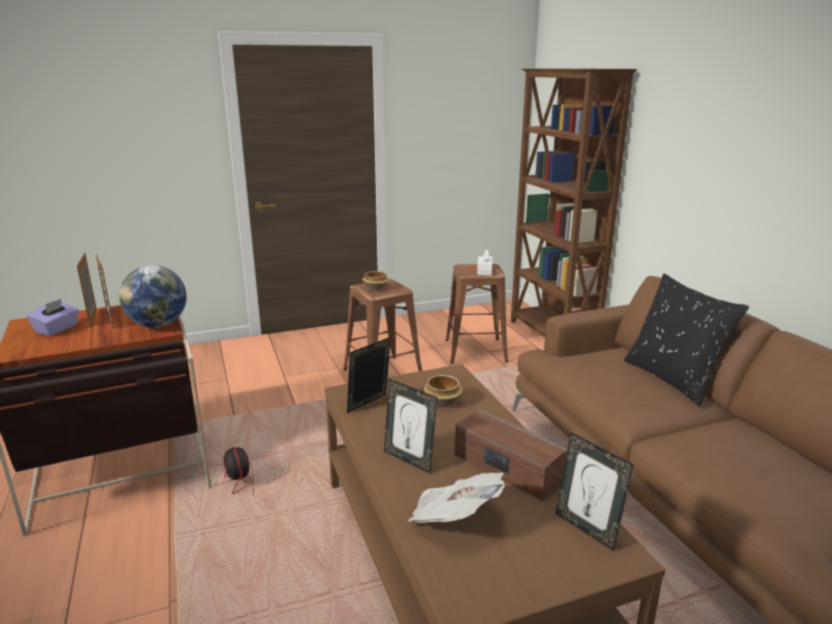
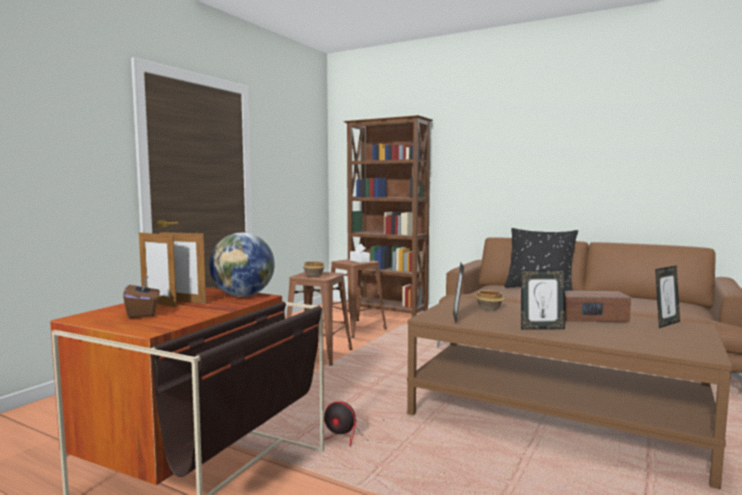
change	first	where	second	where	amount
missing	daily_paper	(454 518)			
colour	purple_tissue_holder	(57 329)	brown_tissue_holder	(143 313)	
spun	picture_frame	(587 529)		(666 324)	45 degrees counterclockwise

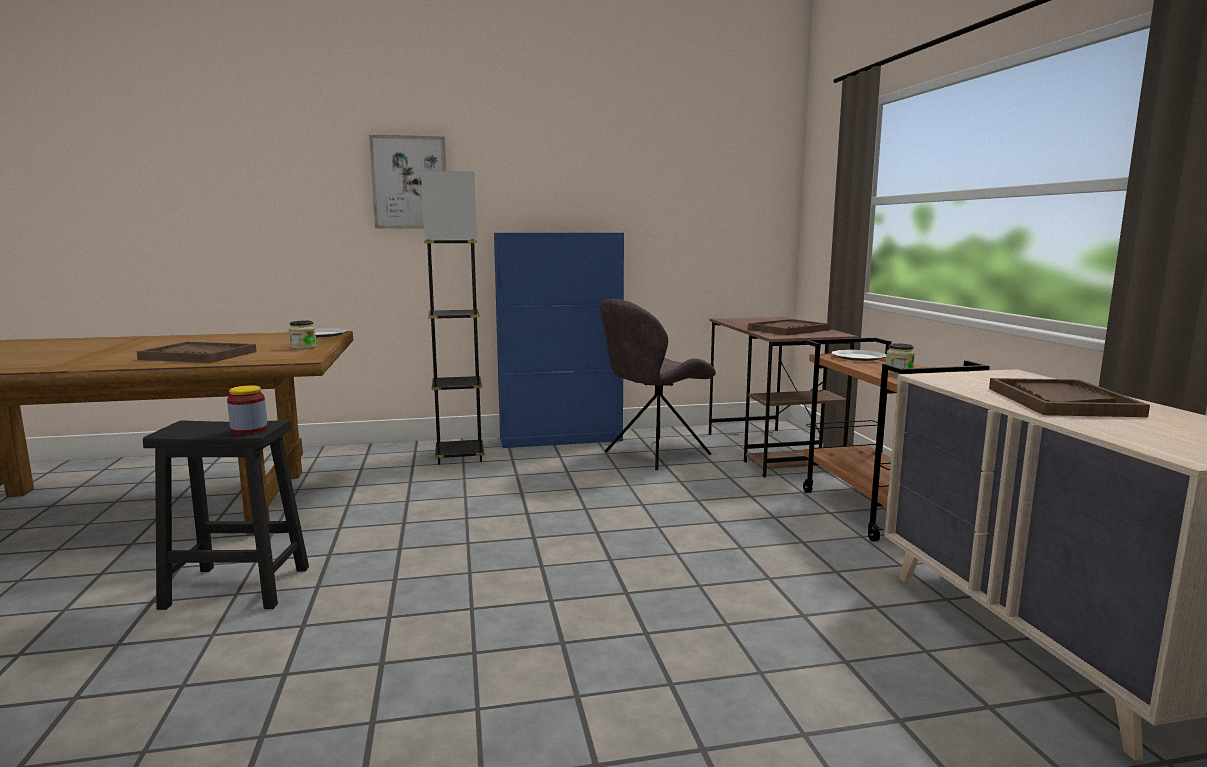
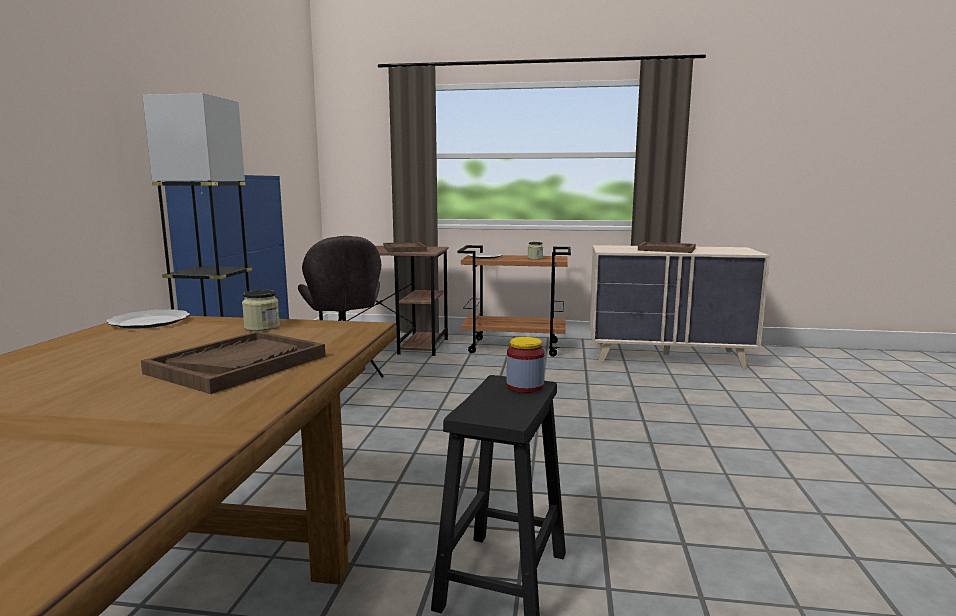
change	first	where	second	where	amount
missing	wall_art	(410 182)			

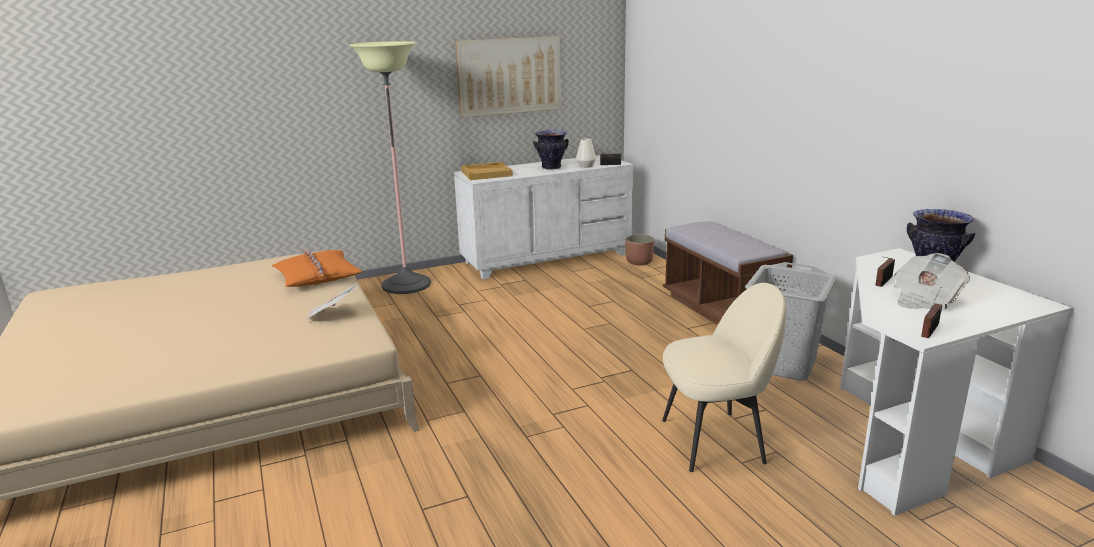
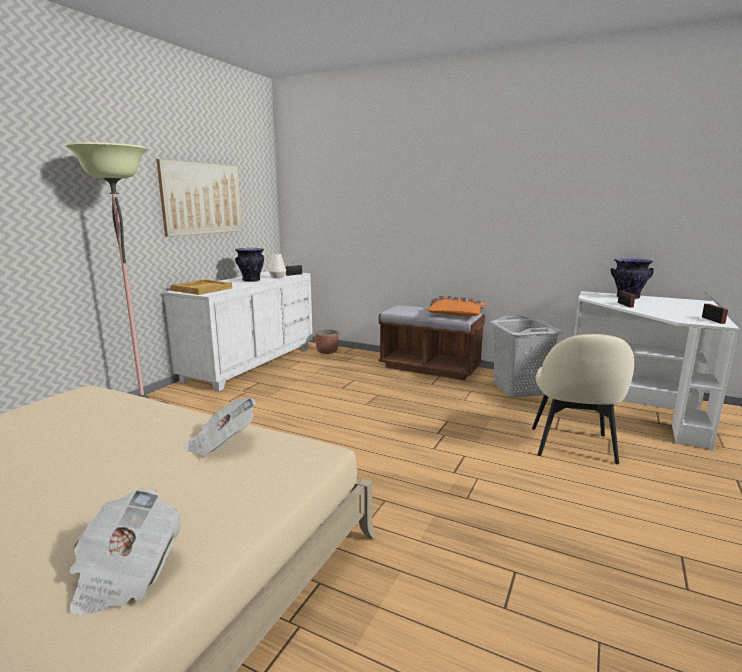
change	first	where	second	where	amount
relocated	orange_pillow	(317 277)		(456 314)	
relocated	daily_paper	(924 299)		(125 573)	
spun	beige_plain_chair	(715 440)		(572 446)	150 degrees clockwise

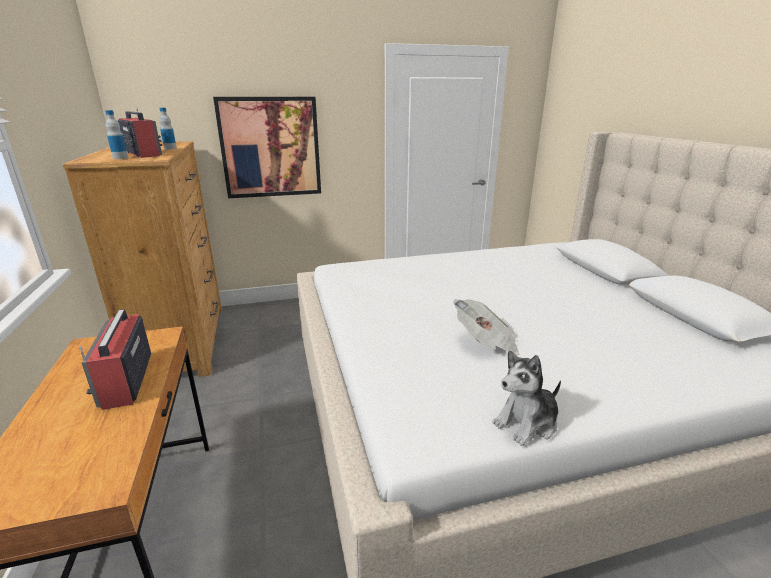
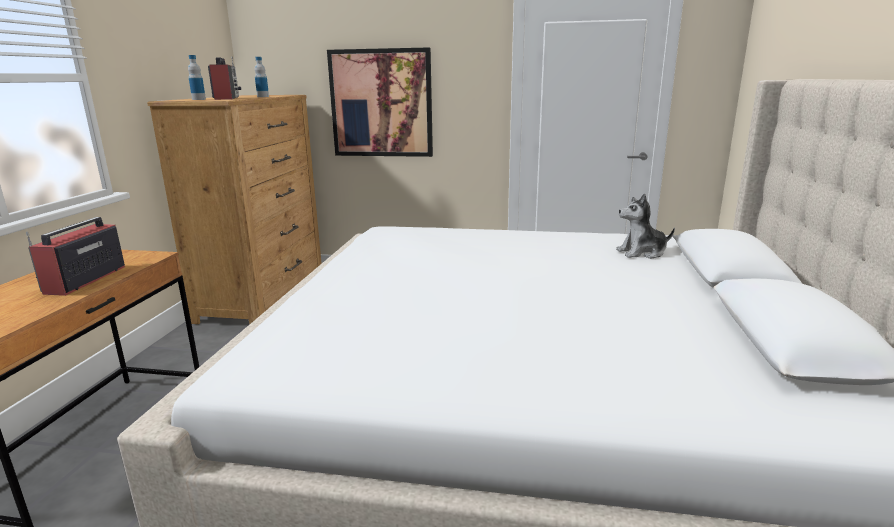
change	first	where	second	where	amount
missing	daily_paper	(485 342)			
relocated	plush_toy	(527 423)		(642 253)	

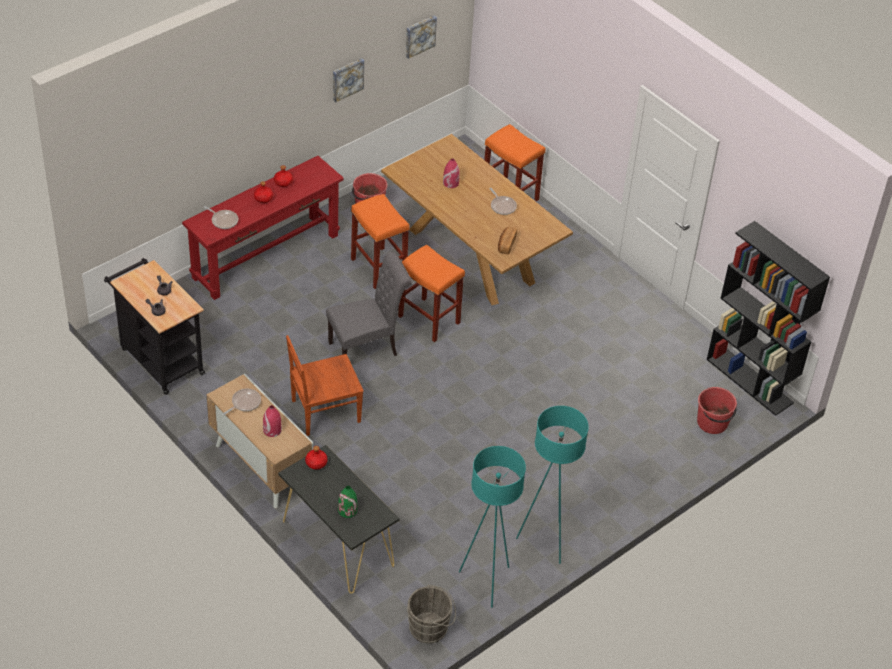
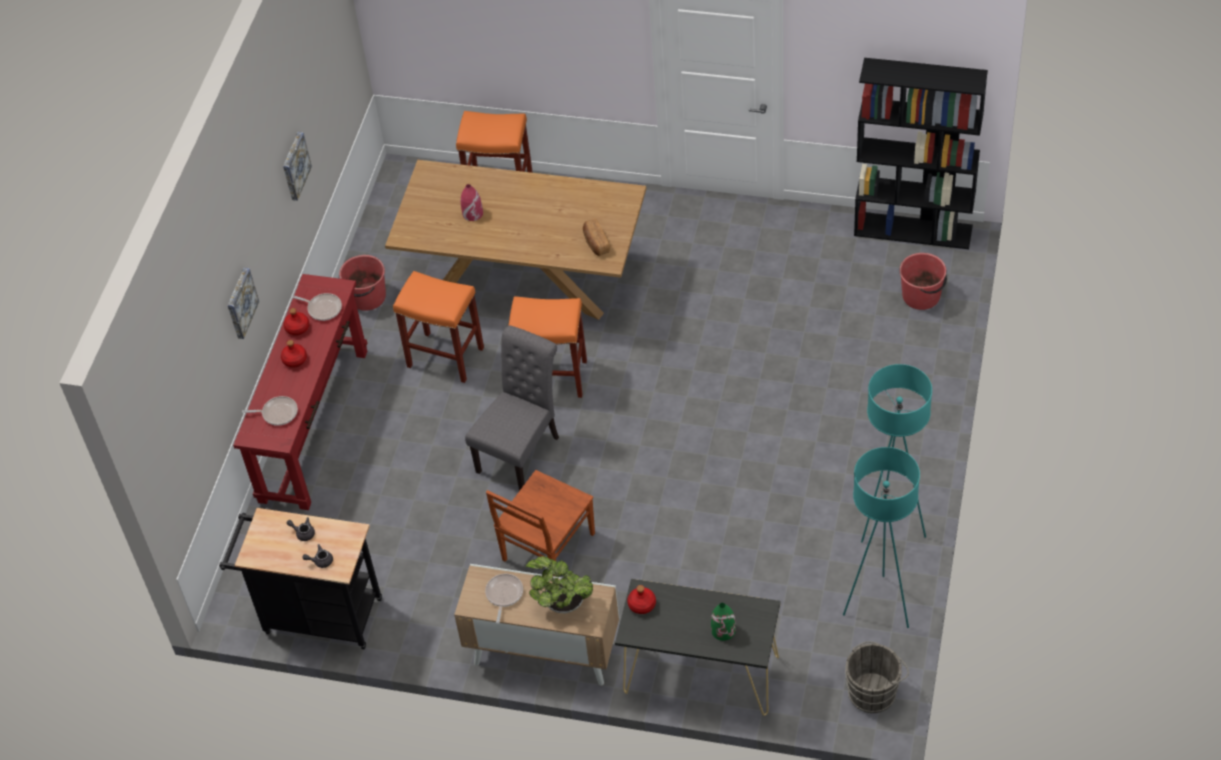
change	first	where	second	where	amount
relocated	wall_art	(419 36)		(240 303)	
relocated	skillet	(502 206)		(323 308)	
exchanged	reddish_vase	(272 430)	houseplant	(562 603)	

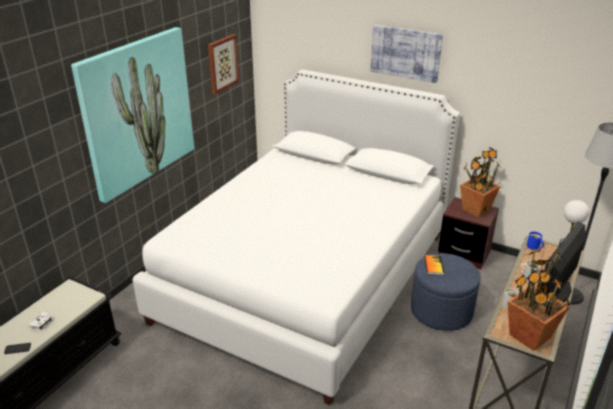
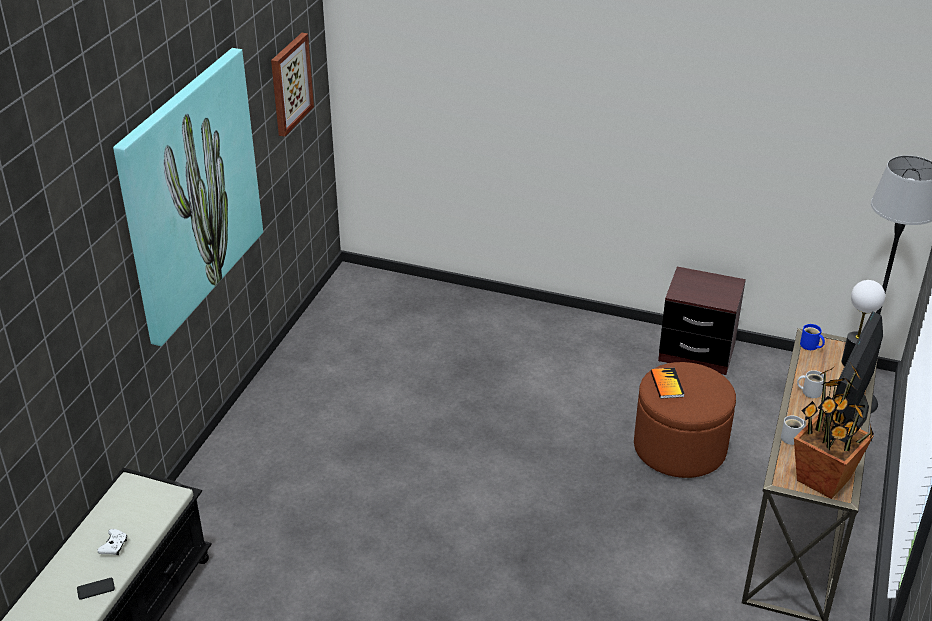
change	first	where	second	where	amount
missing	whitish_bedroom_bed	(306 276)			
missing	wall_art	(405 53)			
missing	houseplant	(475 210)			
colour	blue_ottoman	(441 311)	brown_ottoman	(679 448)	

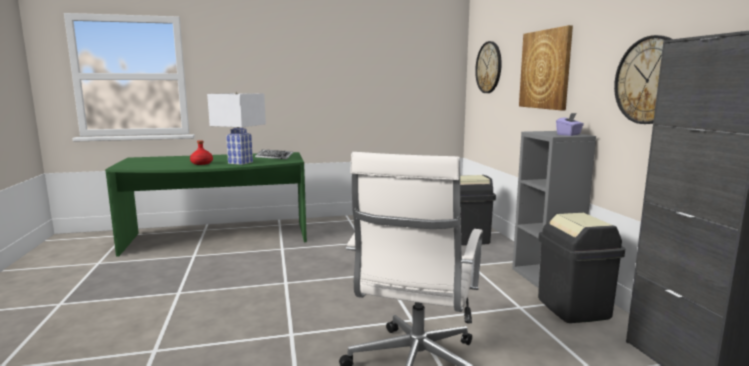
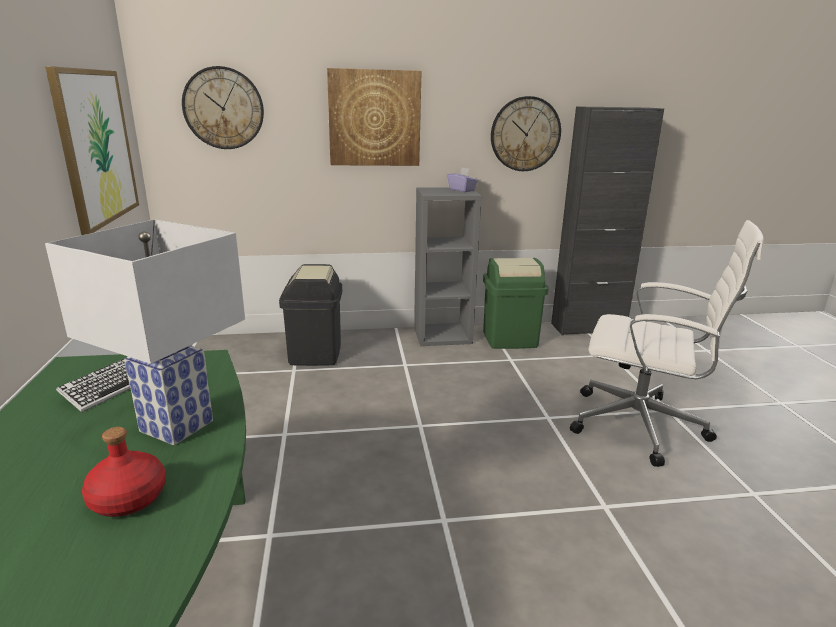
change	first	where	second	where	amount
appeared			wall_art	(96 147)	
colour	black_waste_bin	(574 308)	greenish_waste_bin	(510 339)	

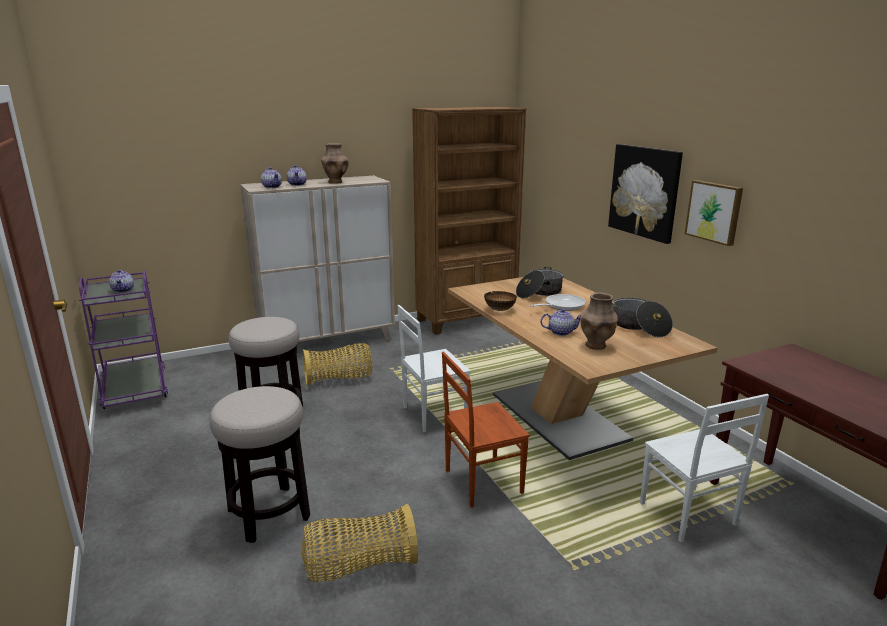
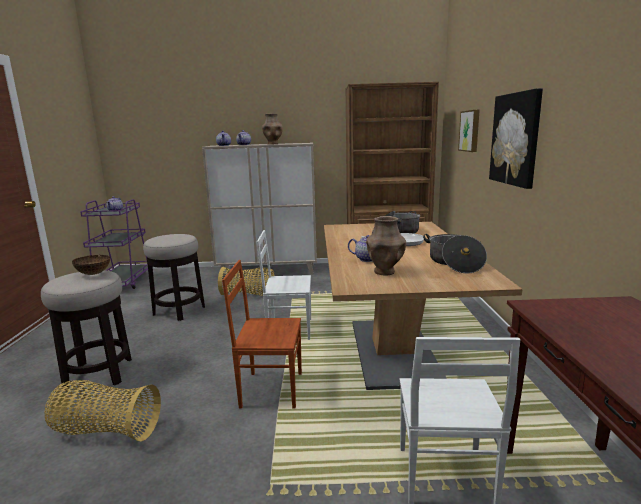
change	first	where	second	where	amount
relocated	deep_dish	(500 310)		(94 274)	
relocated	wall_art	(714 212)		(470 131)	

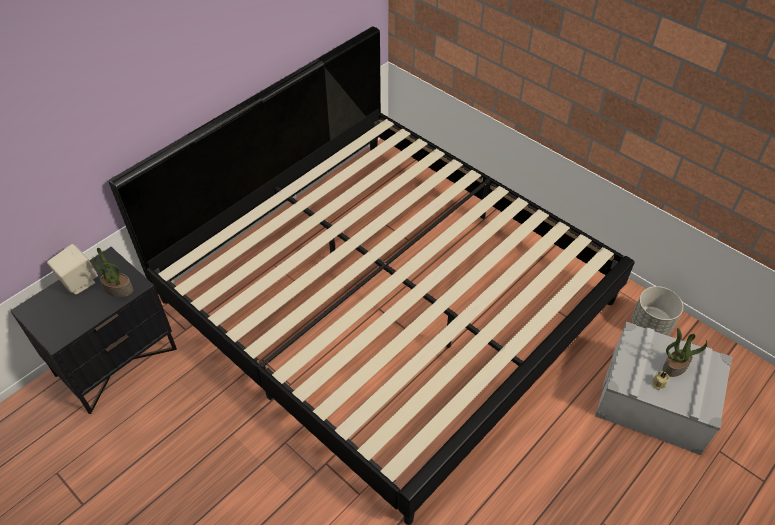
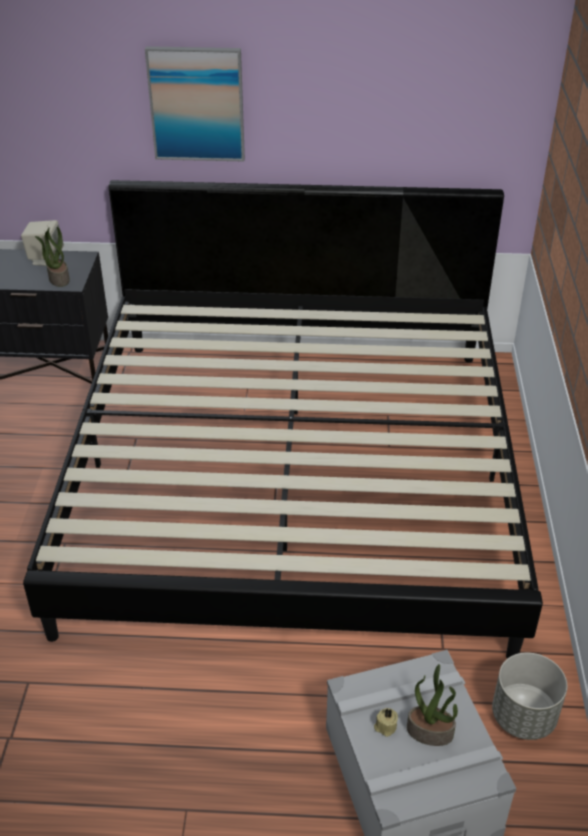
change	first	where	second	where	amount
appeared			wall_art	(197 104)	

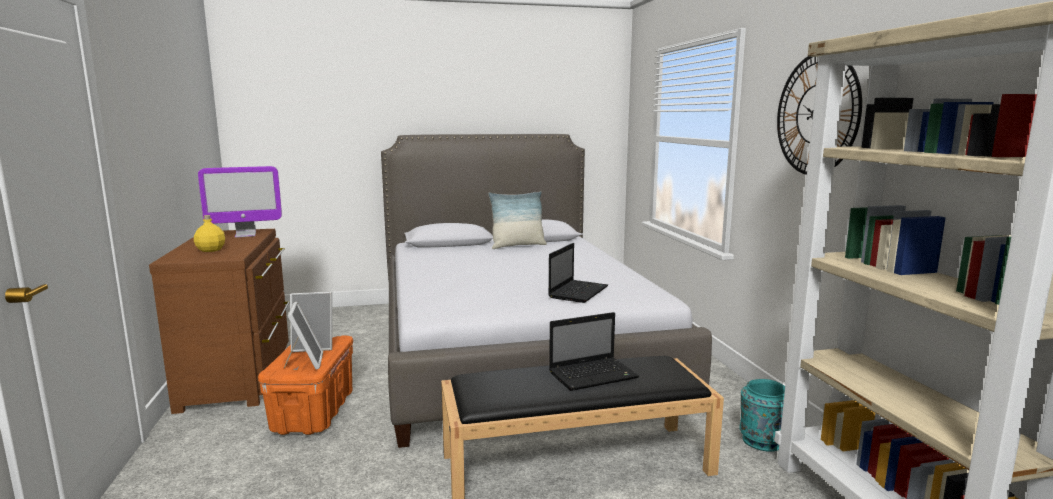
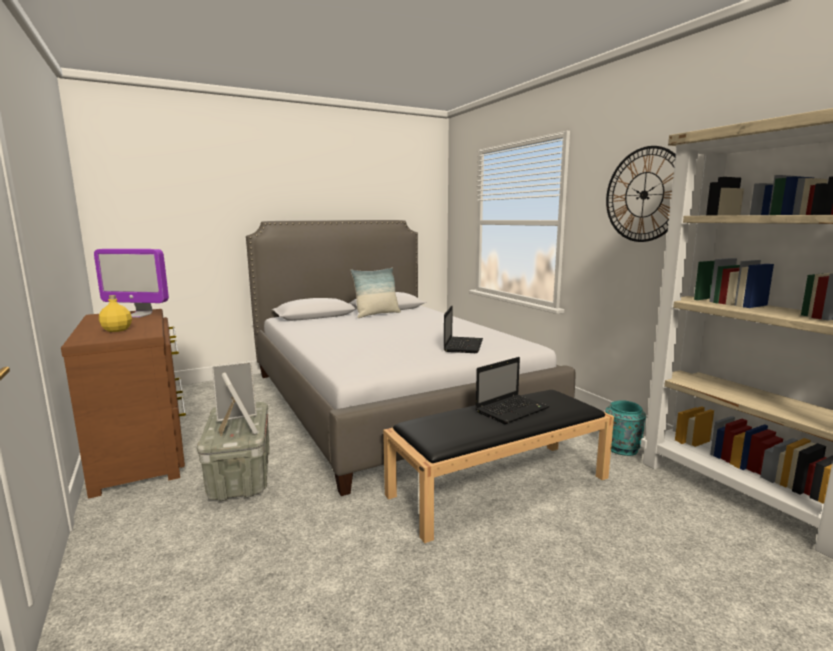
change	first	where	second	where	amount
colour	orange_storage_bin	(313 411)	gray_storage_bin	(240 476)	
spun	computer_display	(245 235)		(138 315)	45 degrees clockwise

